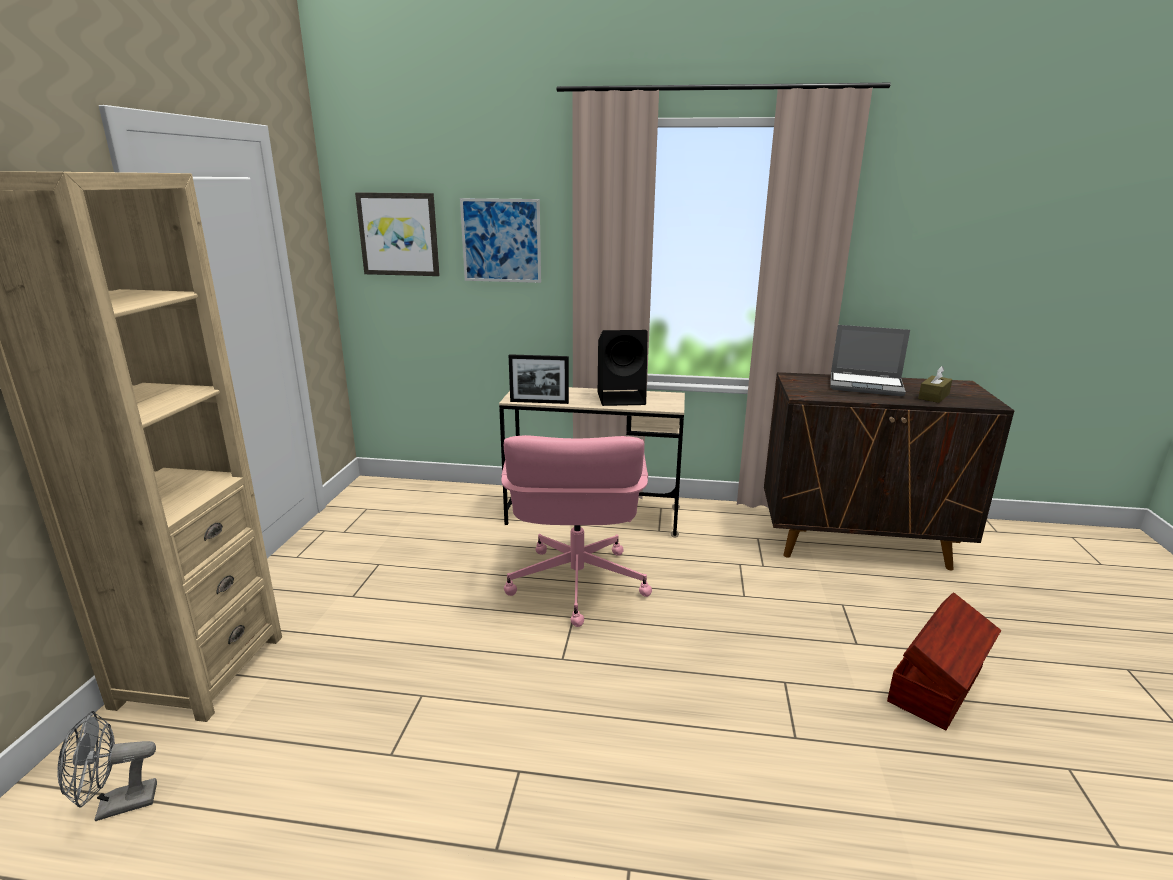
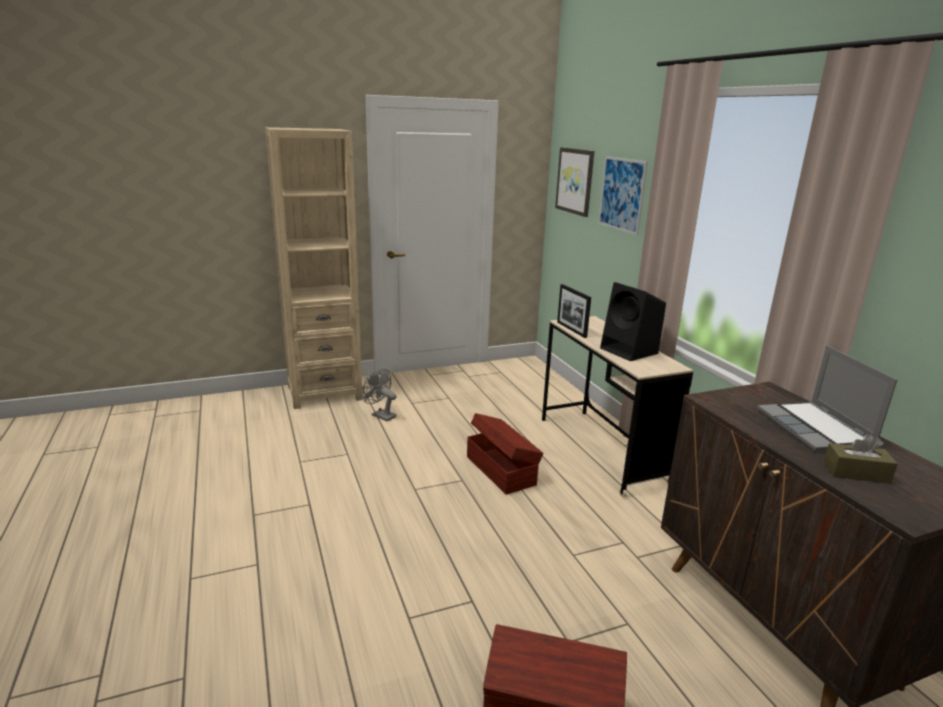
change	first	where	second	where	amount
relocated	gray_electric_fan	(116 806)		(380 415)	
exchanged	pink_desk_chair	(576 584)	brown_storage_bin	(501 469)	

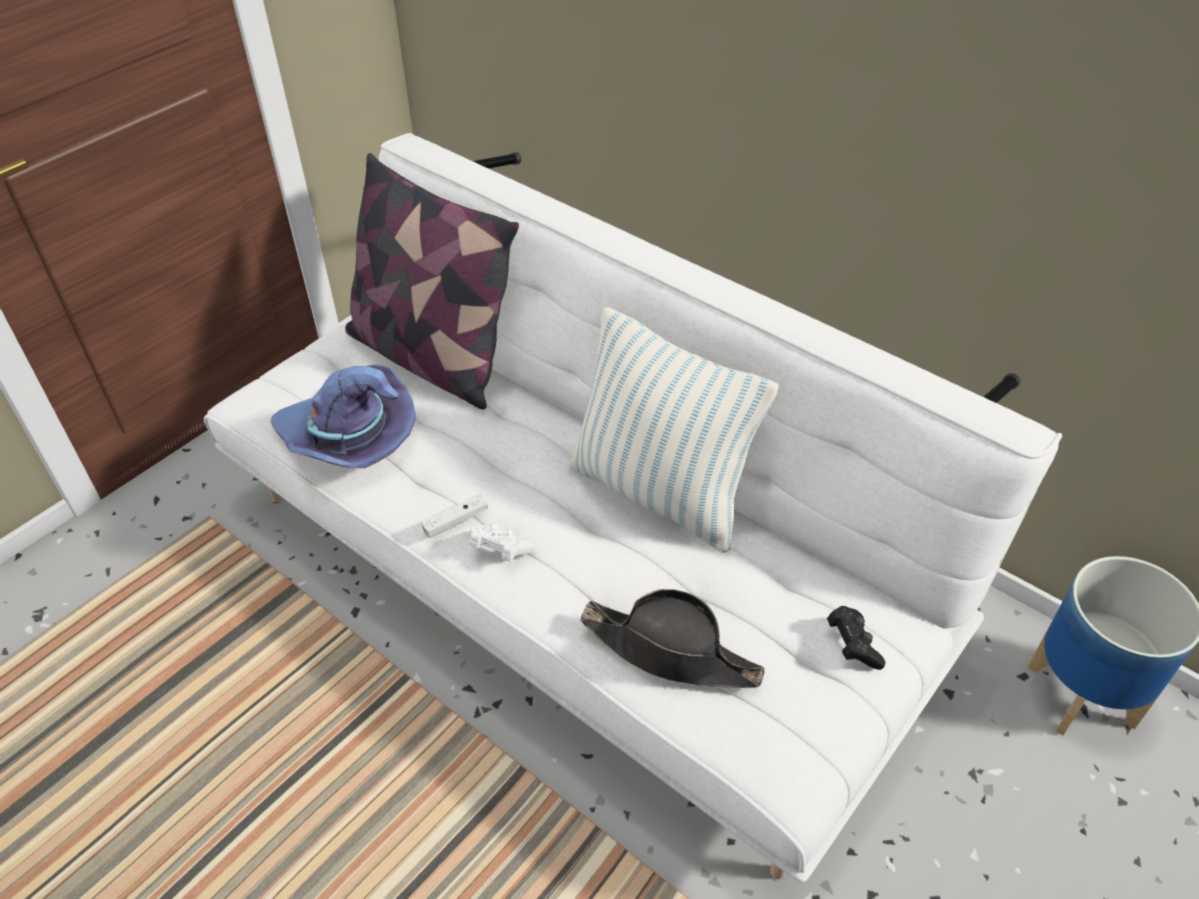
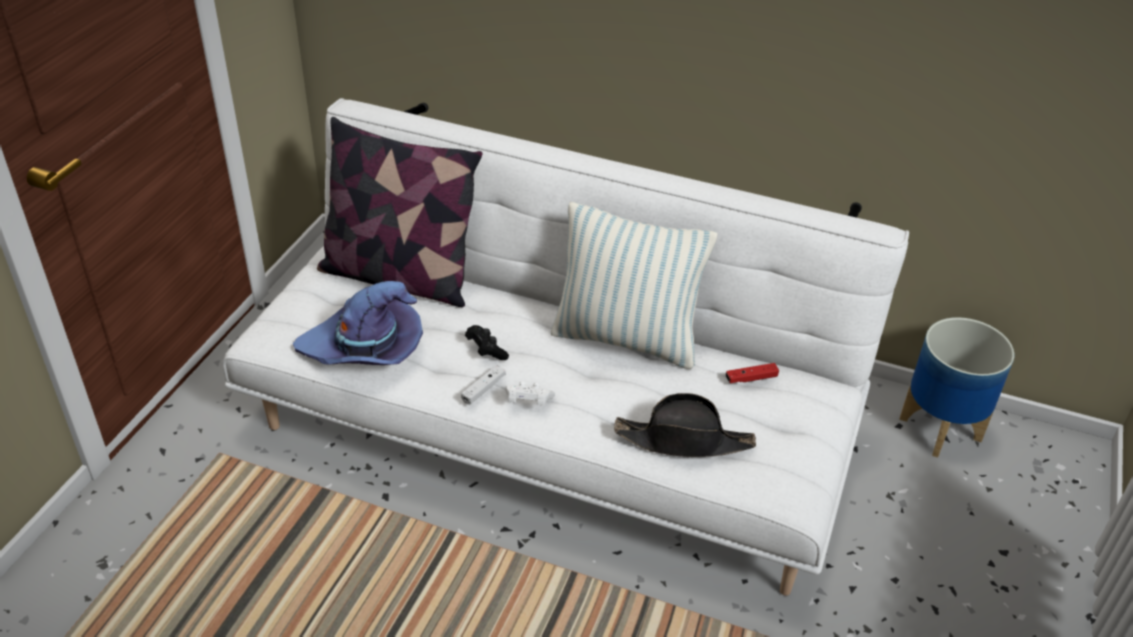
change	first	where	second	where	amount
appeared			reddish_gamepad	(751 378)	
relocated	black_gamepad	(852 645)		(486 350)	

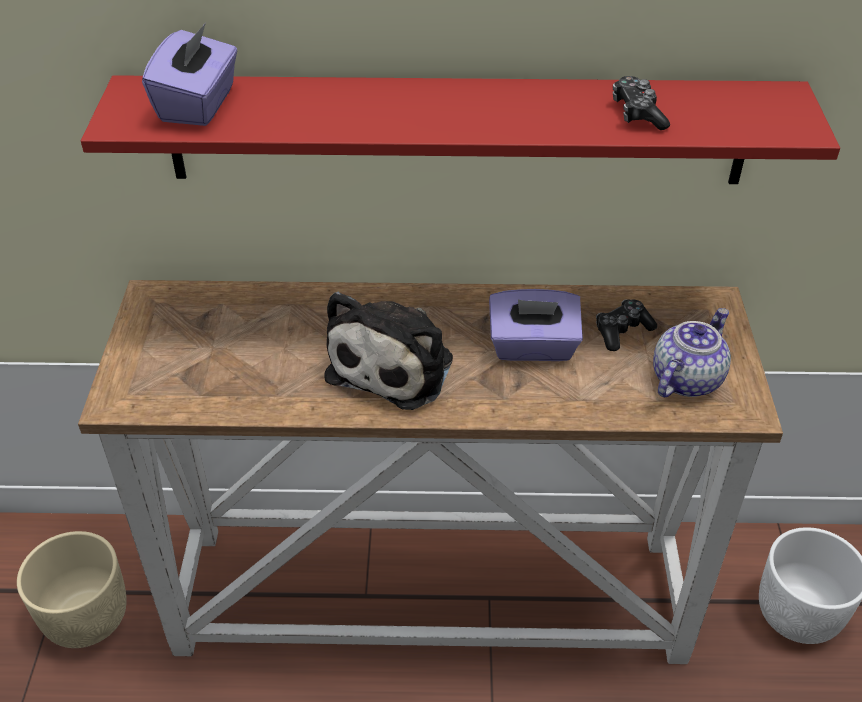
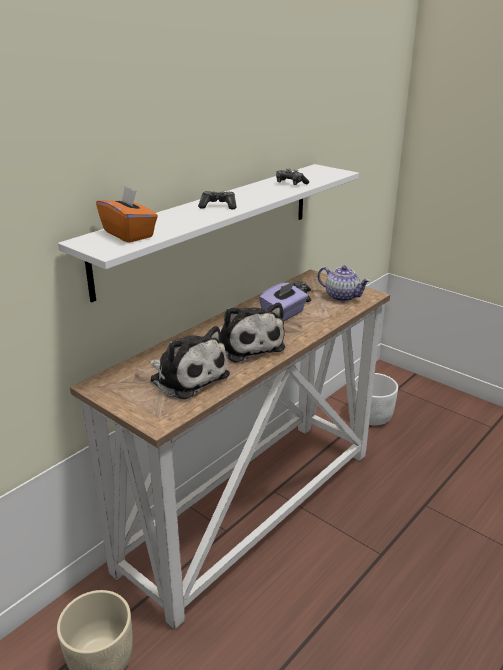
change	first	where	second	where	amount
appeared			plush_toy	(187 376)	
appeared			gamepad	(218 206)	
colour	reddish_wall_shelf	(457 130)	whitish_wall_shelf	(211 225)	
colour	purple_tissue_holder	(199 104)	orange_tissue_holder	(129 234)	
spun	tea_pot	(685 378)		(342 296)	135 degrees clockwise

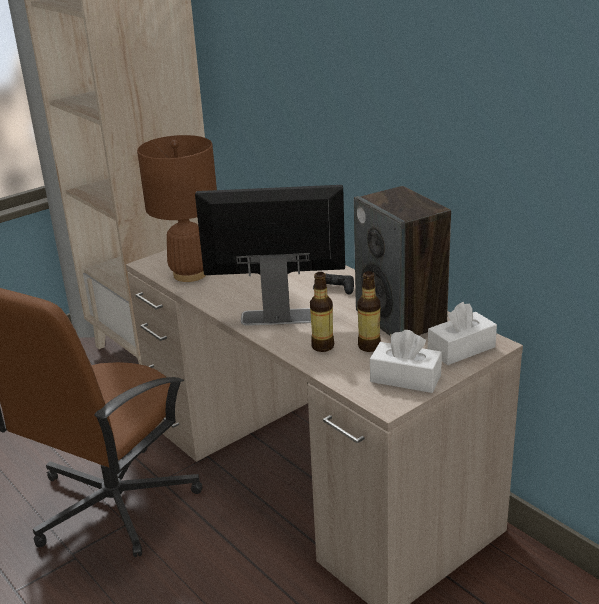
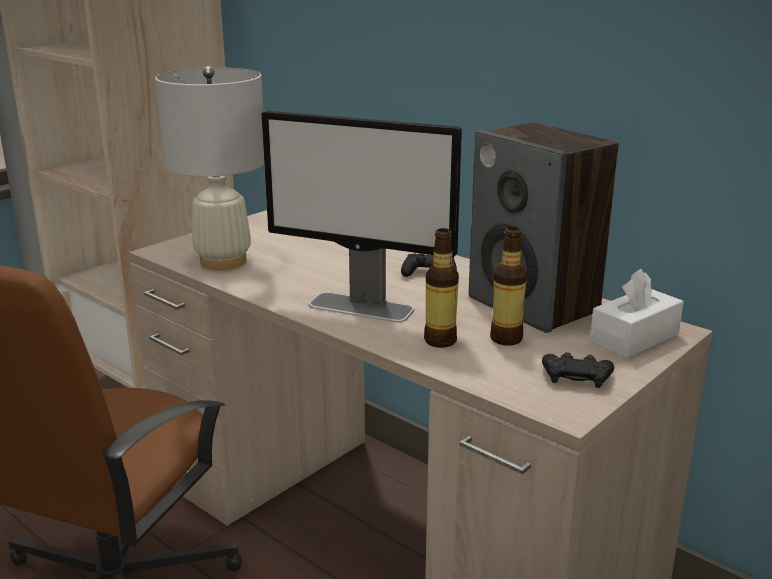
change	first	where	second	where	amount
exchanged	whitish_tissue_holder	(405 378)	black_gamepad	(576 377)	
colour	brown_tabletop_lamp	(190 274)	whitish_tabletop_lamp	(223 261)	
spun	computer_display	(277 317)		(362 307)	150 degrees counterclockwise

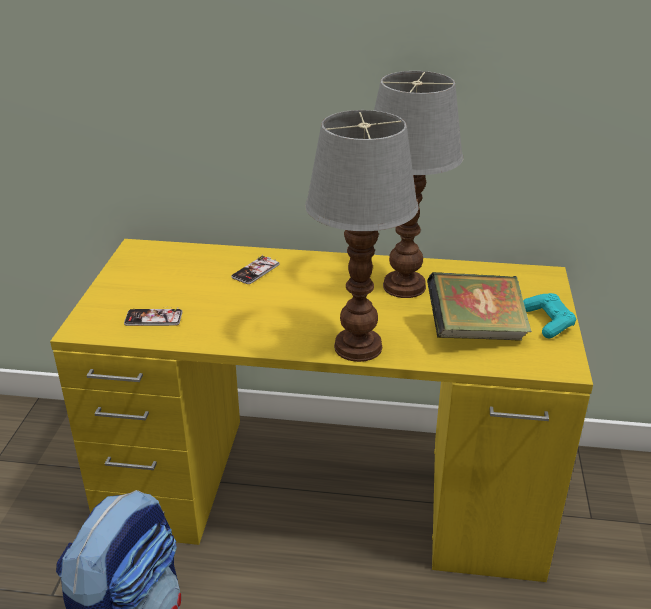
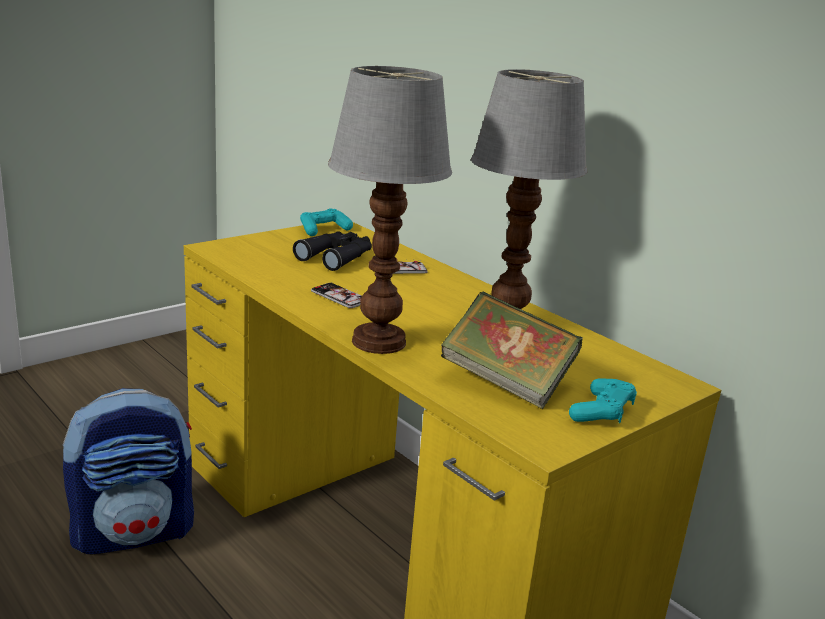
change	first	where	second	where	amount
appeared			black_field_glasses	(337 257)	
appeared			turquoise_gamepad	(324 230)	
relocated	telephone	(153 318)		(339 297)	

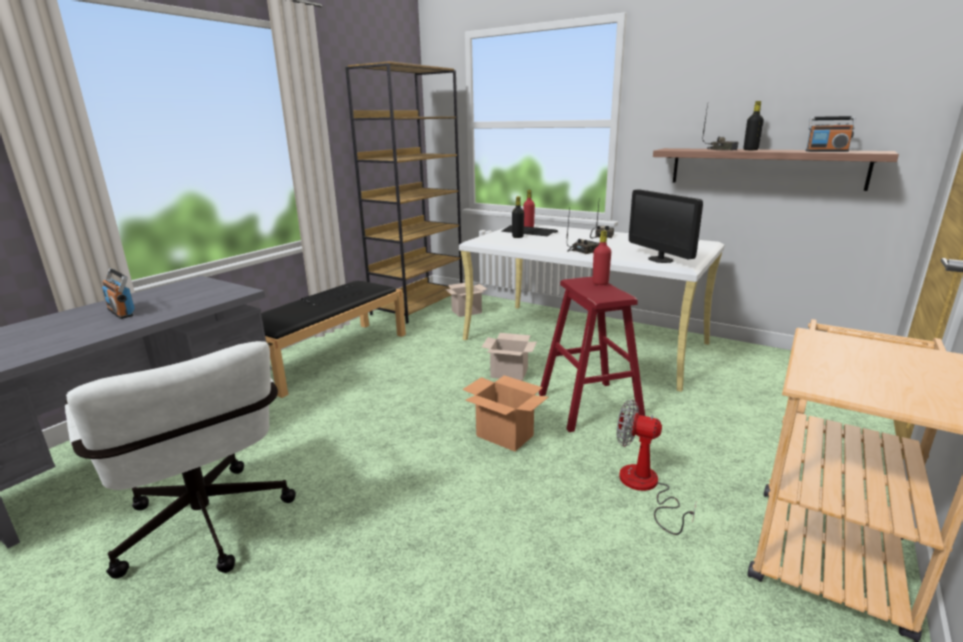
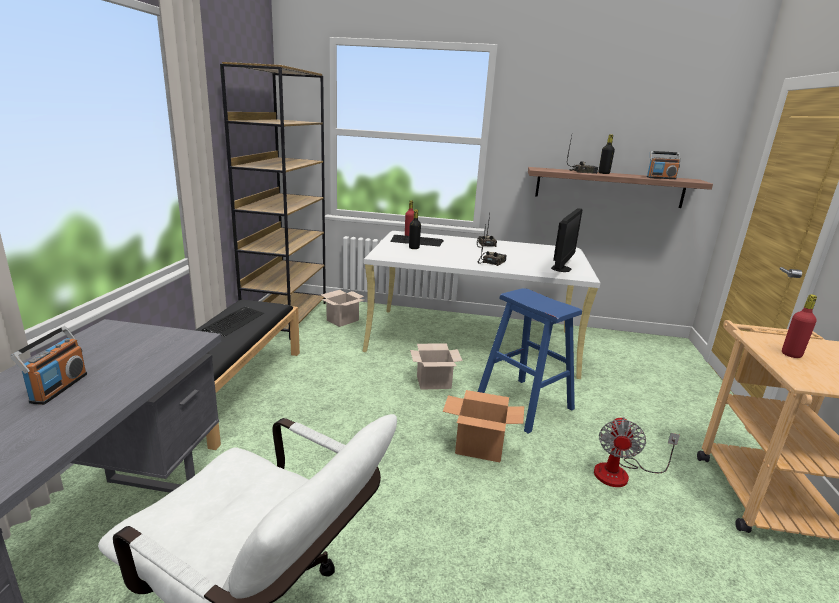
change	first	where	second	where	amount
relocated	reddish_beverage_bottle	(600 283)		(791 354)	
colour	reddish_sitting_stool	(589 405)	blue_sitting_stool	(524 404)	
spun	radio	(121 312)		(58 388)	105 degrees counterclockwise
spun	electric_fan	(645 488)		(621 473)	75 degrees counterclockwise
spun	computer_display	(660 259)		(561 268)	105 degrees counterclockwise

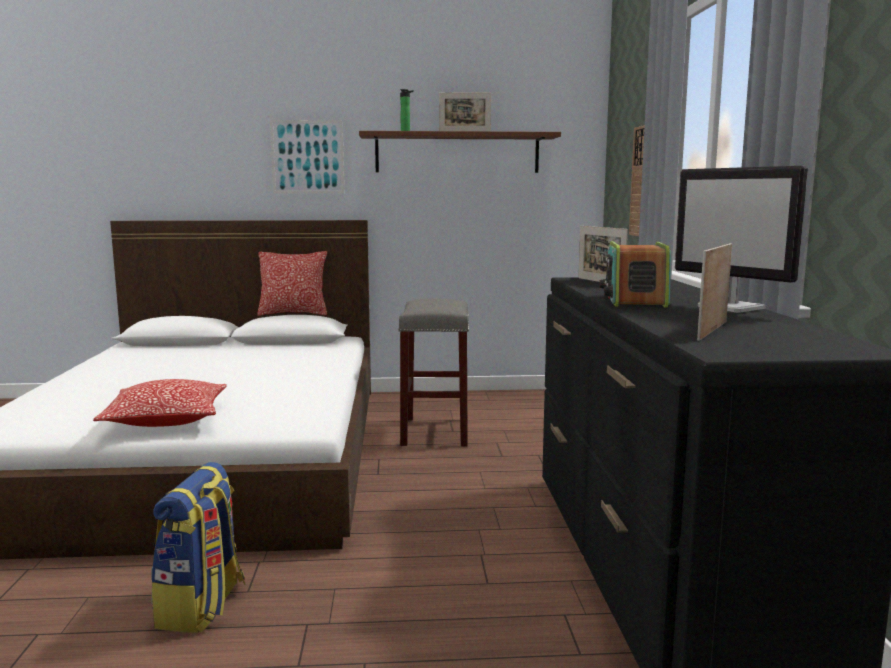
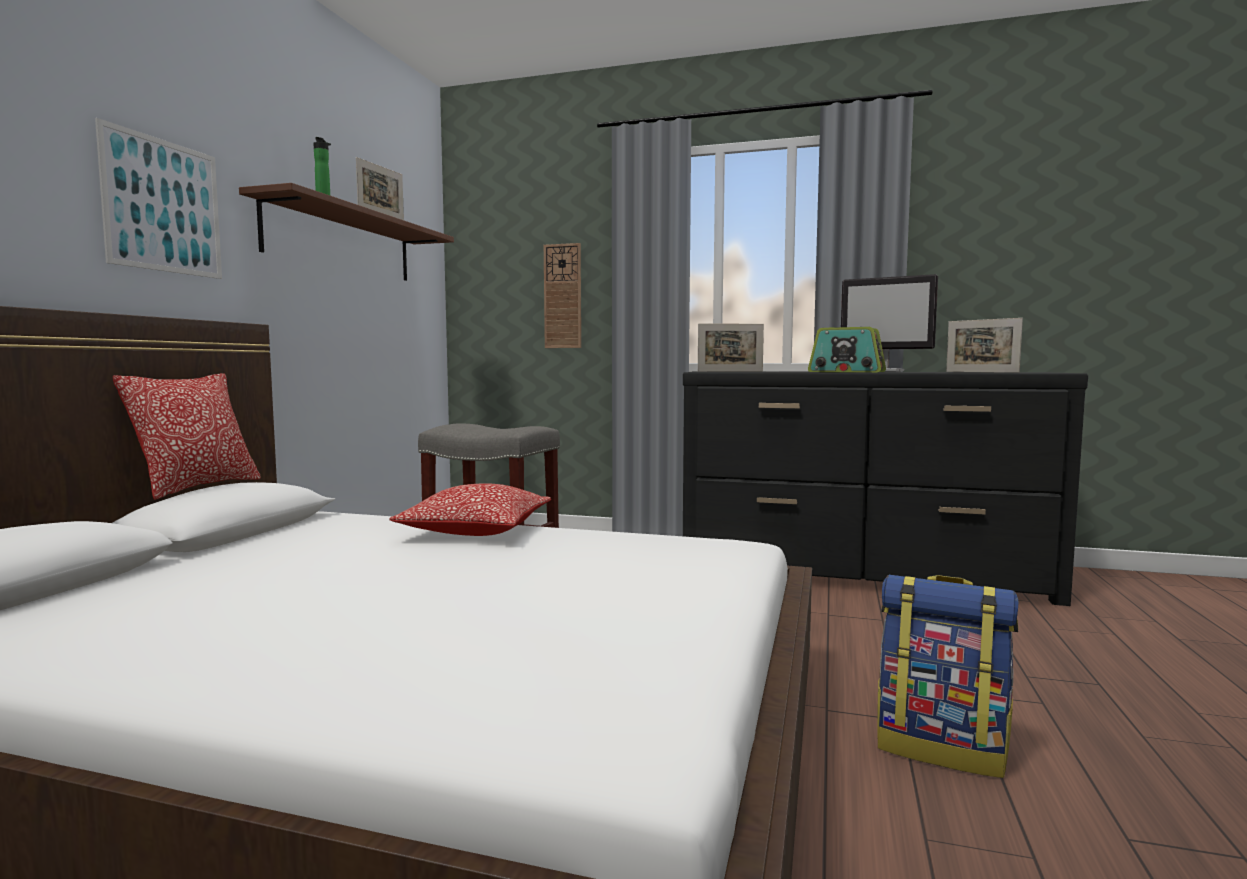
change	first	where	second	where	amount
relocated	pillow	(167 420)		(476 531)	
spun	computer_display	(732 308)		(885 371)	45 degrees clockwise

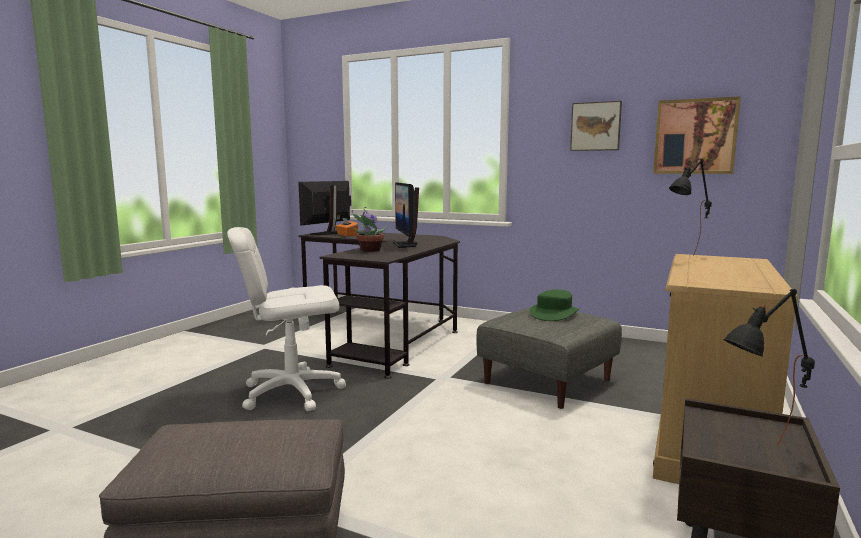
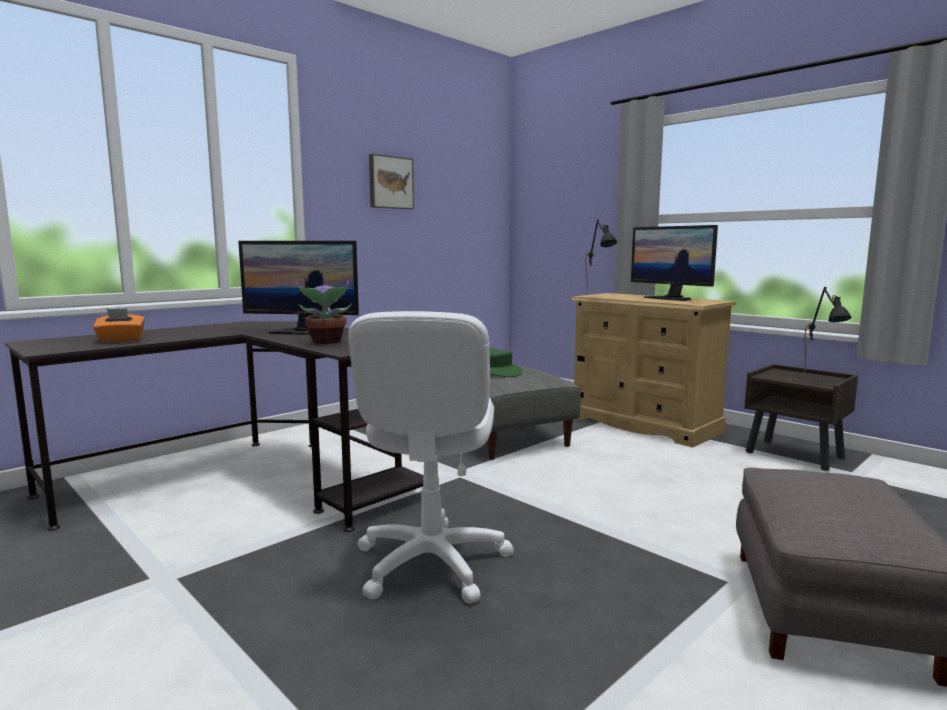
change	first	where	second	where	amount
missing	wall_art	(695 136)			
relocated	computer_display	(328 233)		(671 298)	

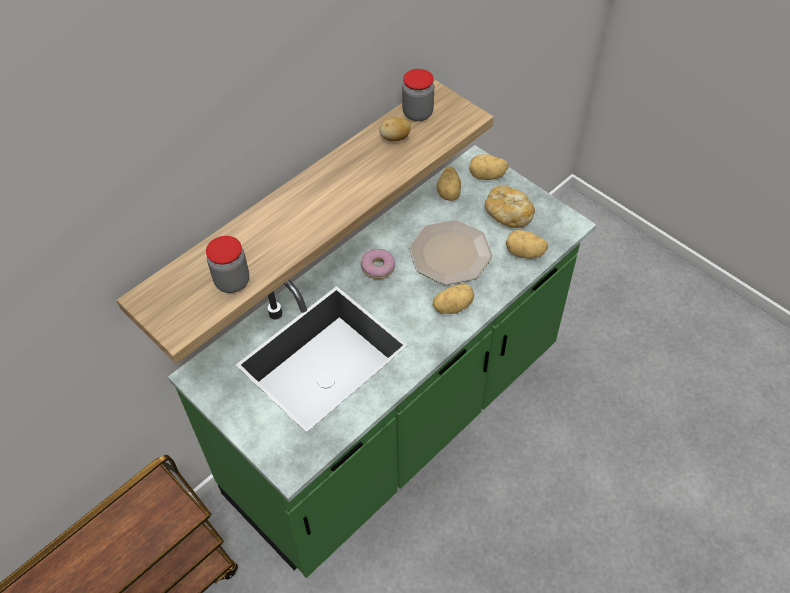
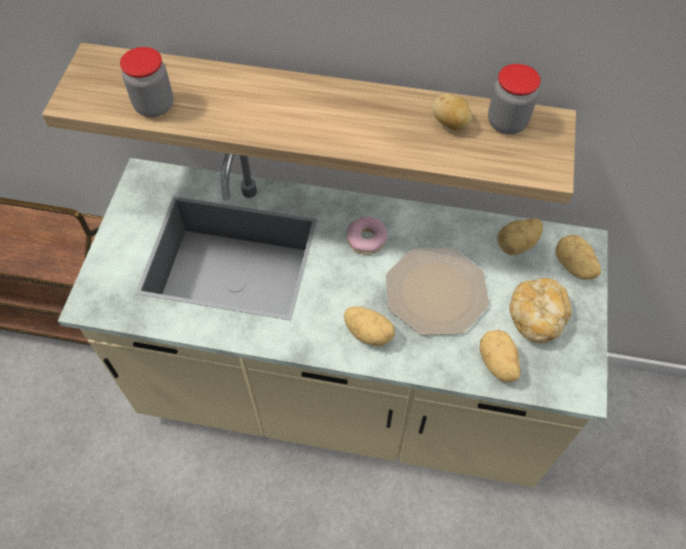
change	first	where	second	where	amount
colour	greenish_kitchen_counter	(397 423)	beige_kitchen_counter	(343 395)	

